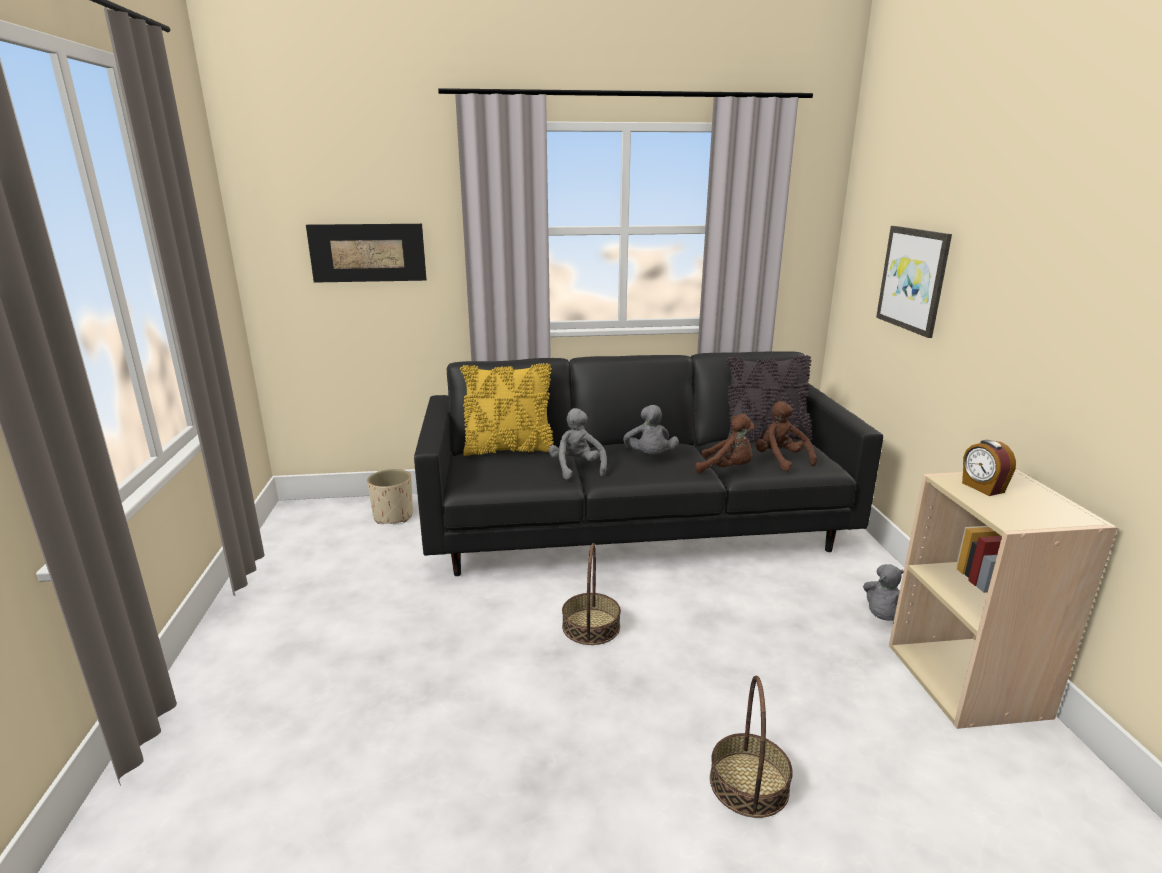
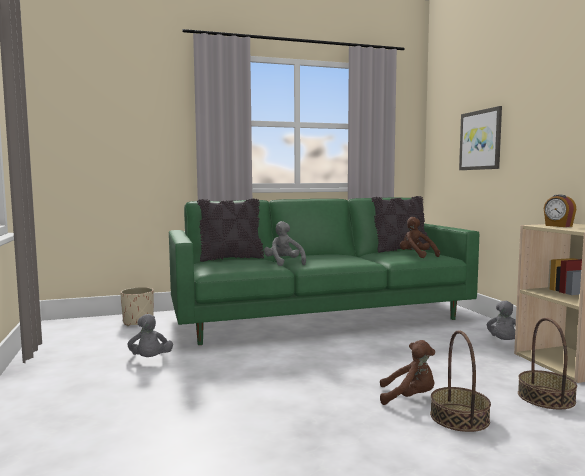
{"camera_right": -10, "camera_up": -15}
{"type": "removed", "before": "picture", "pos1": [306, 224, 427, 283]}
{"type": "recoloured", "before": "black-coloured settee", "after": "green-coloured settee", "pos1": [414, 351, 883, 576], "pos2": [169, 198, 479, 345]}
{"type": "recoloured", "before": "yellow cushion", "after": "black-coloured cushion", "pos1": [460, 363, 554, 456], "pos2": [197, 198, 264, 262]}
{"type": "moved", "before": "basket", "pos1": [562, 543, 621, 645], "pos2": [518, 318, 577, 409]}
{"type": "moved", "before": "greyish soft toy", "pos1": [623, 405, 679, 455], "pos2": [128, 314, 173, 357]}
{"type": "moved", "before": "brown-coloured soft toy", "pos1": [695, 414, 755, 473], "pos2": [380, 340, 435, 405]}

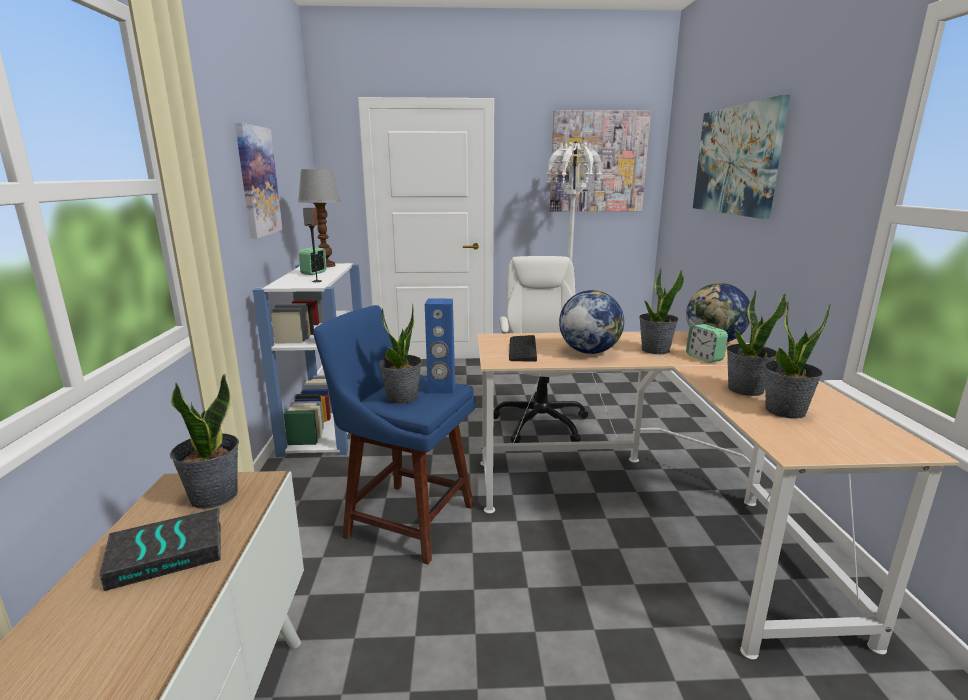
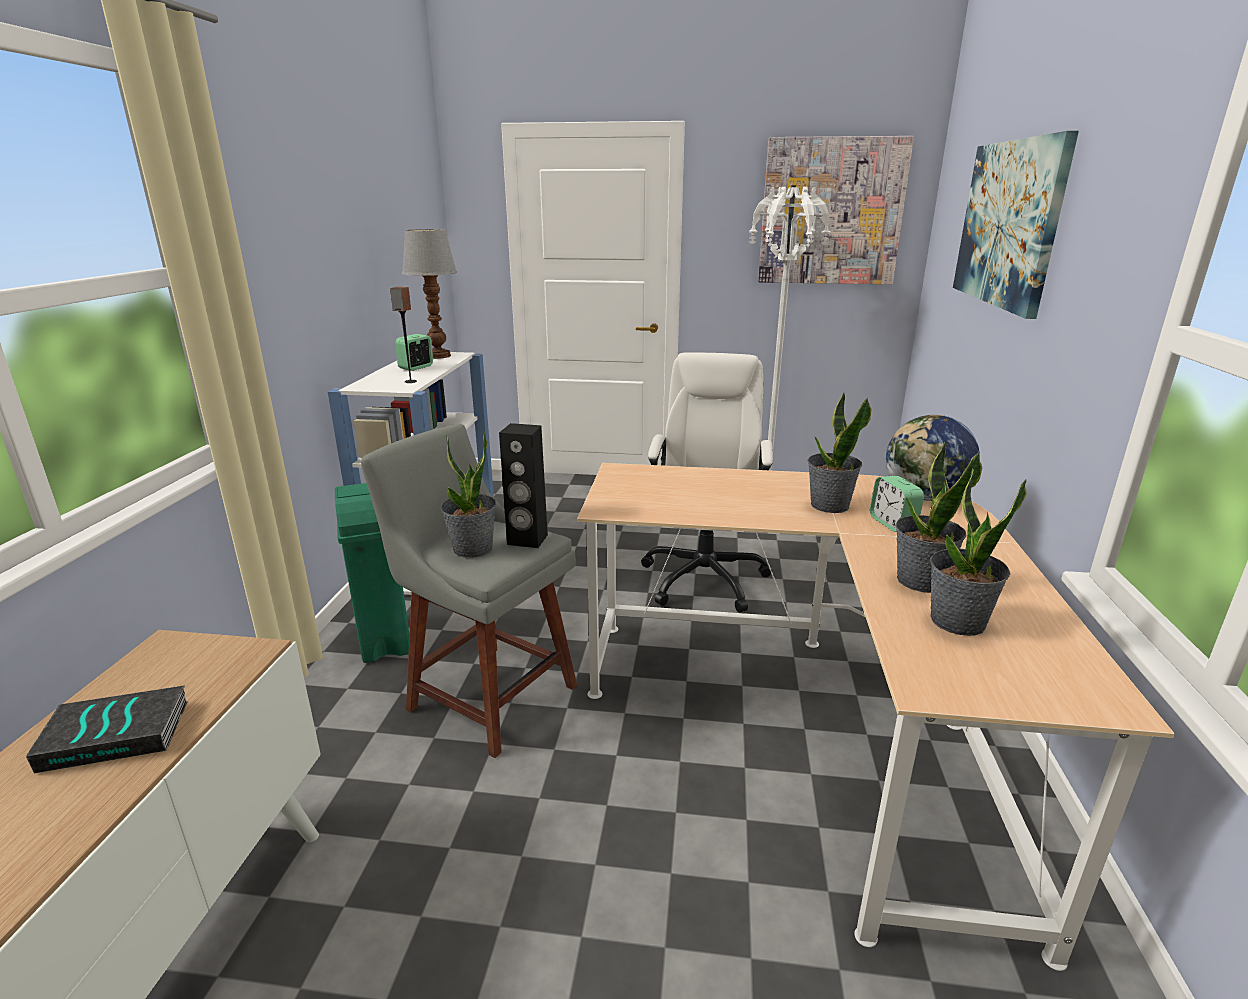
{"camera_right": 10, "camera_up": 5}
{"type": "removed", "before": "plant in a pot", "pos1": [170, 373, 239, 509]}
{"type": "removed", "before": "picture", "pos1": [235, 122, 283, 238]}
{"type": "recoloured", "before": "bluish stool", "after": "greyish stool", "pos1": [313, 305, 476, 565], "pos2": [361, 424, 577, 758]}
{"type": "recoloured", "before": "bluish audio speaker", "after": "black-coloured audio speaker", "pos1": [425, 298, 455, 394], "pos2": [499, 423, 548, 548]}
{"type": "removed", "before": "PC keyboard", "pos1": [509, 335, 537, 362]}
{"type": "removed", "before": "desk globe", "pos1": [559, 290, 624, 354]}
{"type": "added", "after": "green-coloured rubbish bin", "pos2": [335, 483, 409, 663]}

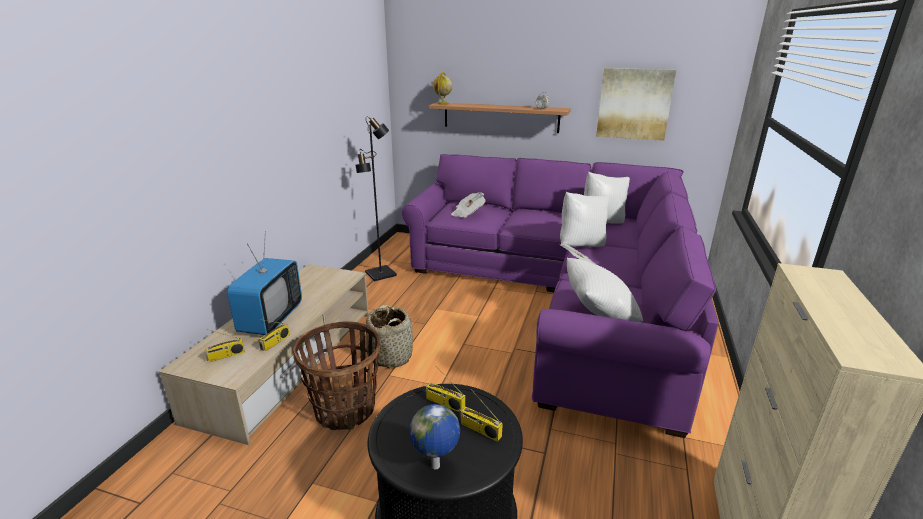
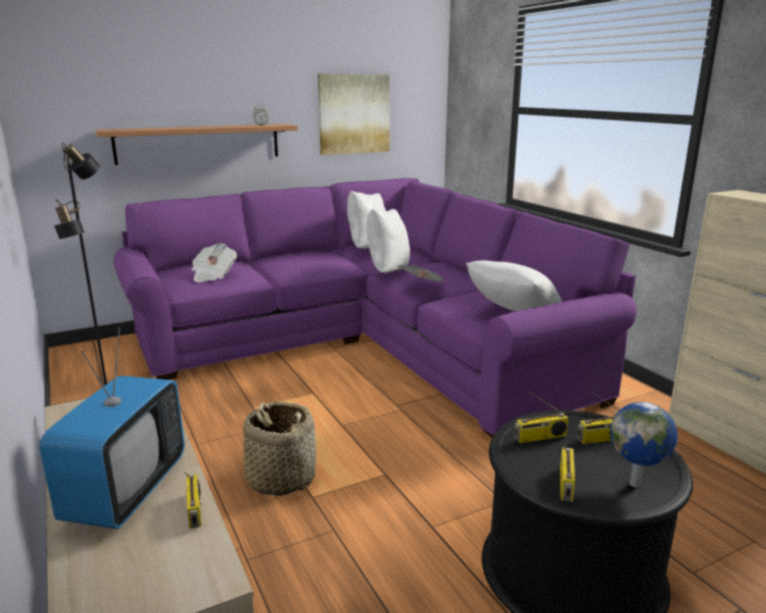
{"camera_right": -45, "camera_up": -5}
{"type": "moved", "before": "radio receiver", "pos1": [204, 329, 245, 362], "pos2": [560, 442, 575, 502]}
{"type": "turned", "before": "TV", "pos1": [227, 231, 302, 335], "pos2": [39, 327, 185, 529], "turn": 45}
{"type": "removed", "before": "basket", "pos1": [293, 321, 380, 430]}
{"type": "removed", "before": "desk globe", "pos1": [433, 72, 453, 105]}

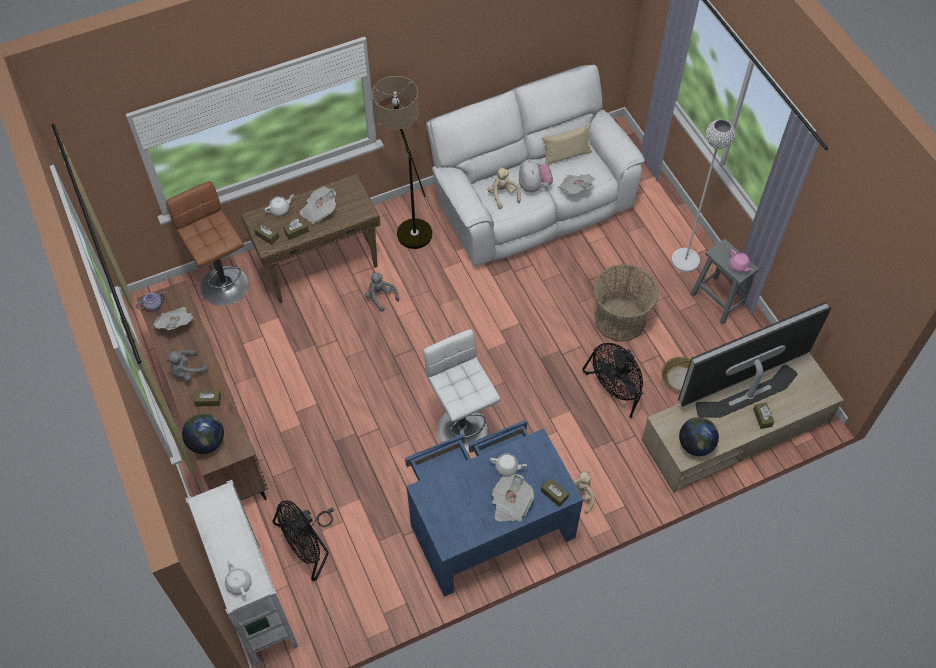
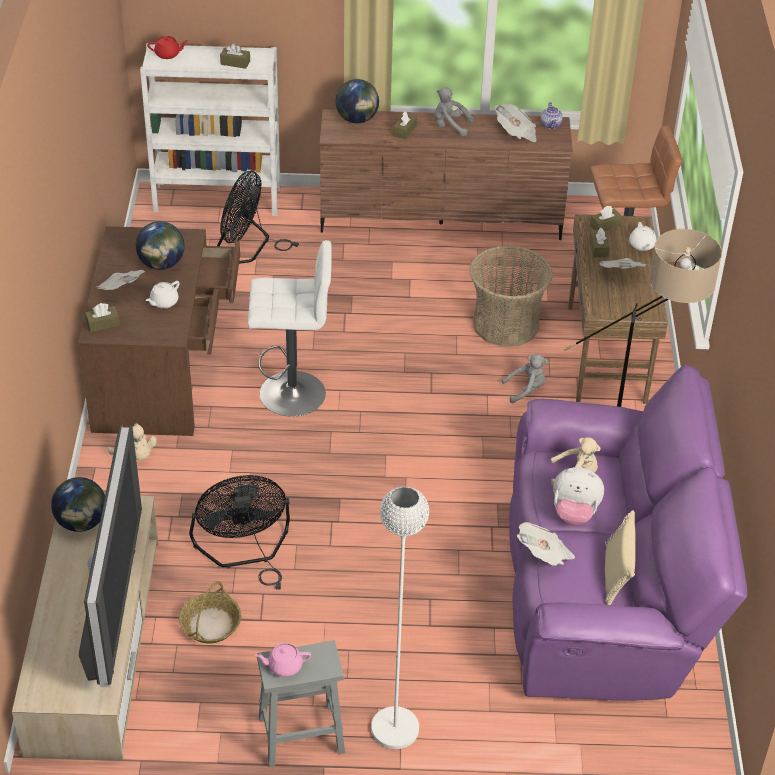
{"camera_right": 115, "camera_up": -15}
{"type": "turned", "before": "greyish soft toy", "pos1": [166, 350, 209, 382], "pos2": [434, 87, 474, 136], "turn": -60}
{"type": "recoloured", "before": "white-coloured pot for tea", "after": "red-coloured pot for tea", "pos1": [225, 559, 251, 597], "pos2": [147, 36, 188, 59]}
{"type": "turned", "before": "black-coloured fan", "pos1": [272, 501, 335, 581], "pos2": [217, 171, 299, 264], "turn": -60}
{"type": "recoloured", "before": "bluish desk table", "after": "brown-coloured desk table", "pos1": [405, 420, 584, 597], "pos2": [78, 226, 240, 436]}
{"type": "recoloured", "before": "white-coloured settee", "after": "purple settee", "pos1": [426, 65, 644, 267], "pos2": [509, 364, 747, 701]}
{"type": "moved", "before": "basket", "pos1": [594, 264, 659, 341], "pos2": [469, 245, 553, 347]}
{"type": "moved", "before": "brown-coloured box of tissues", "pos1": [753, 402, 774, 429], "pos2": [220, 44, 250, 69]}
{"type": "added", "after": "desk globe", "pos2": [136, 221, 185, 270]}

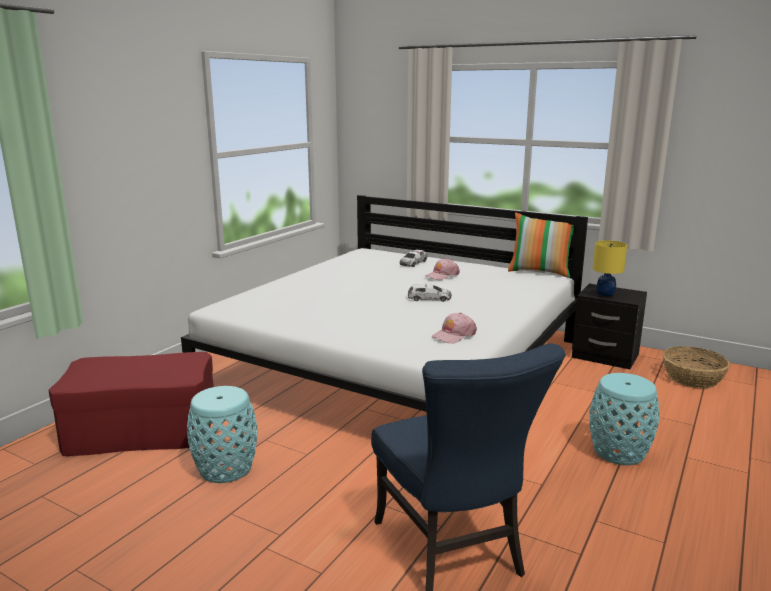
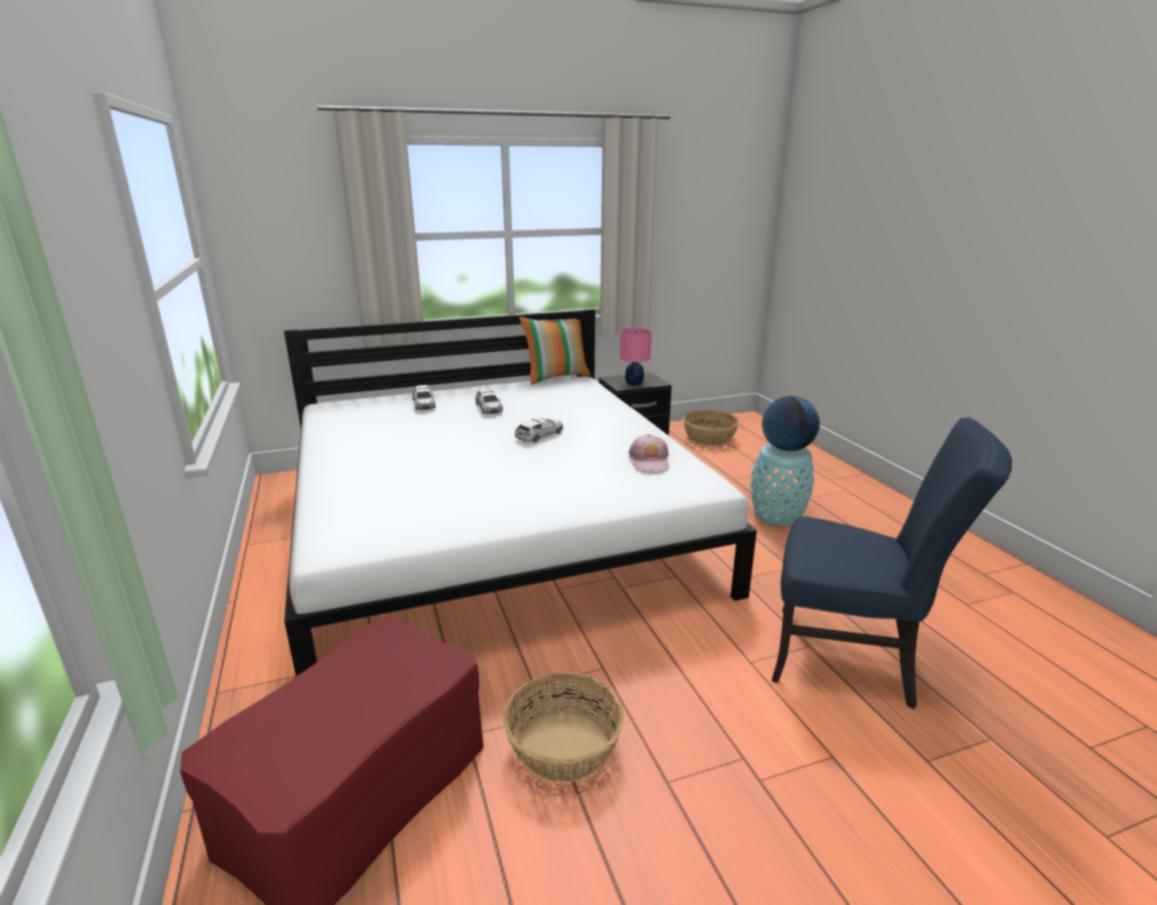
{"camera_right": -50, "camera_up": 5}
{"type": "replaced", "before": "blue-green stool", "after": "basket", "pos1": [187, 386, 257, 483], "pos2": [503, 672, 624, 782]}
{"type": "replaced", "before": "pink baseball cap", "after": "miniature car", "pos1": [425, 258, 460, 280], "pos2": [476, 388, 503, 414]}
{"type": "recoloured", "before": "yellow table lamp", "after": "pink table lamp", "pos1": [593, 240, 627, 297], "pos2": [620, 328, 652, 386]}
{"type": "added", "after": "desk globe", "pos2": [762, 396, 820, 451]}

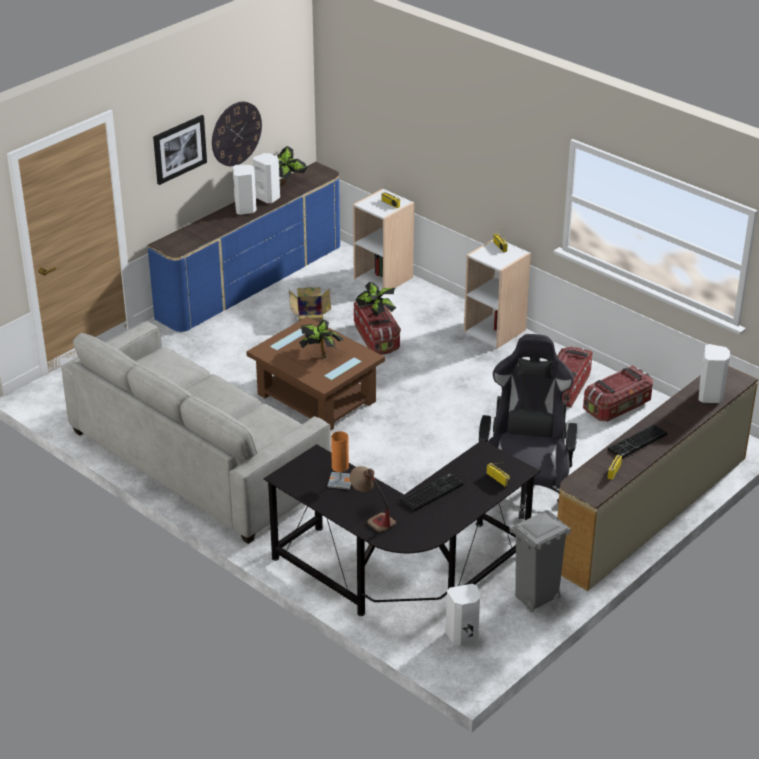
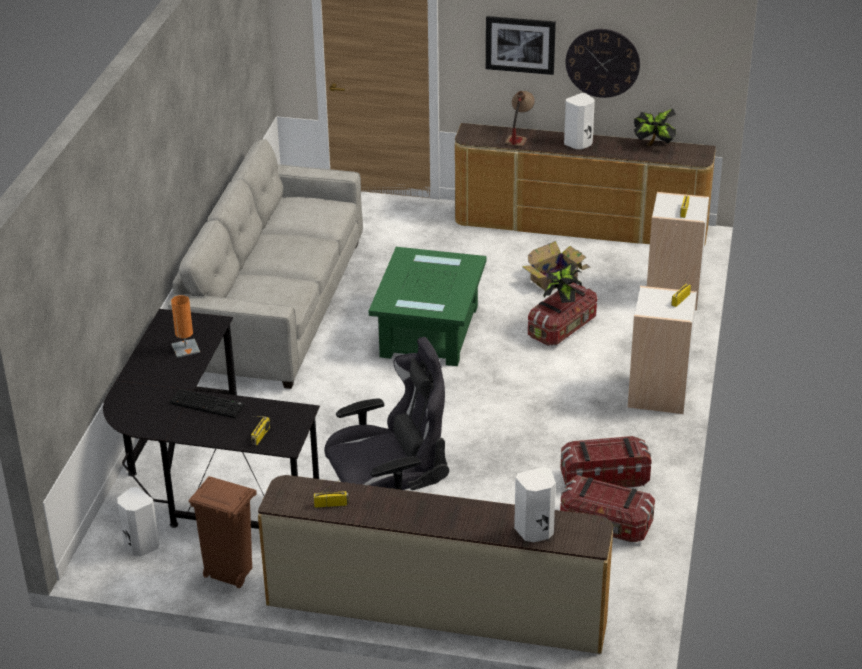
{"camera_right": 60, "camera_up": 0}
{"type": "recoloured", "before": "bluish storage cabinet", "after": "brown-coloured storage cabinet", "pos1": [148, 162, 340, 332], "pos2": [455, 123, 716, 246]}
{"type": "recoloured", "before": "brown-coloured low table", "after": "green-coloured low table", "pos1": [246, 317, 385, 430], "pos2": [369, 247, 487, 366]}
{"type": "removed", "before": "white-coloured audio speaker", "pos1": [253, 153, 280, 203]}
{"type": "removed", "before": "plant in a pot", "pos1": [299, 319, 344, 359]}
{"type": "moved", "before": "table lamp", "pos1": [350, 466, 396, 533], "pos2": [505, 91, 535, 147]}
{"type": "recoloured", "before": "greyish rubbish bin", "after": "brown-coloured rubbish bin", "pos1": [509, 510, 571, 612], "pos2": [189, 477, 257, 588]}
{"type": "removed", "before": "PC keyboard", "pos1": [608, 424, 667, 458]}

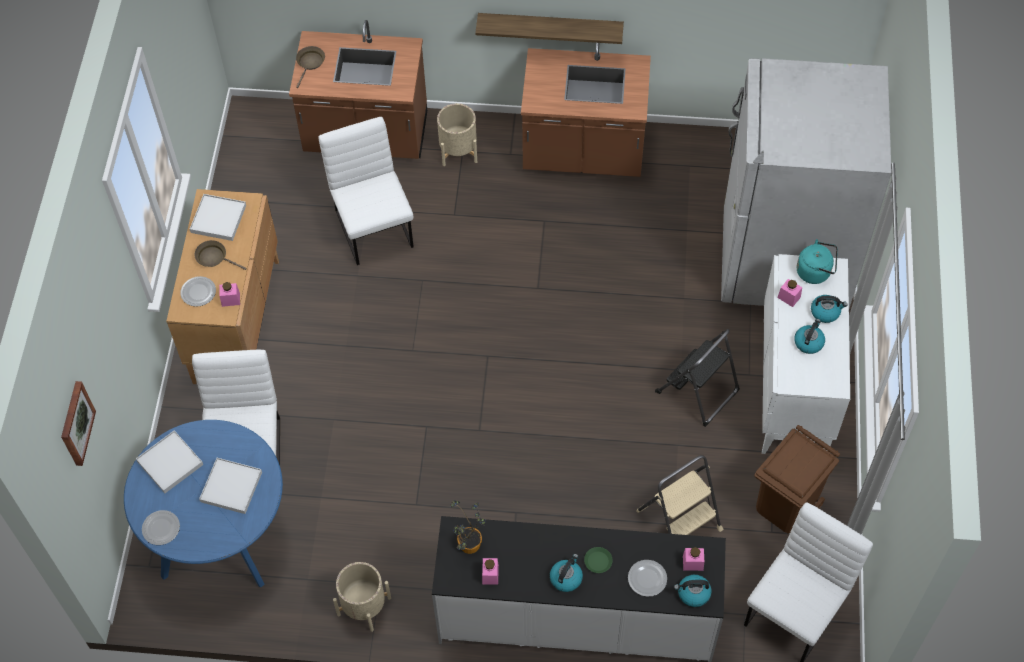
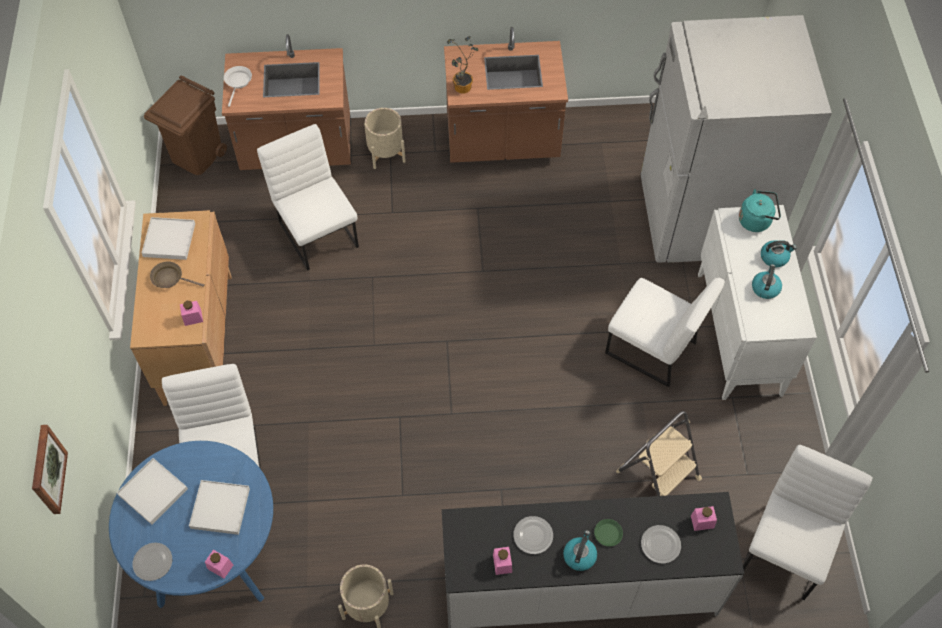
{"camera_right": -10, "camera_up": 0}
{"type": "moved", "before": "flat dish", "pos1": [180, 276, 216, 307], "pos2": [514, 516, 553, 554]}
{"type": "recoloured", "before": "brown-coloured skillet", "after": "white-coloured skillet", "pos1": [296, 46, 325, 88], "pos2": [224, 66, 252, 107]}
{"type": "moved", "before": "plant in a pot", "pos1": [450, 500, 486, 554], "pos2": [447, 36, 479, 94]}
{"type": "removed", "before": "wall shelf", "pos1": [475, 13, 624, 44]}
{"type": "replaced", "before": "black-coloured stepladder", "after": "white-coloured upright chair", "pos1": [655, 329, 740, 427], "pos2": [605, 278, 725, 387]}
{"type": "removed", "before": "water kettle", "pos1": [674, 575, 711, 607]}
{"type": "moved", "before": "brown-coloured rubbish bin", "pos1": [754, 425, 840, 534], "pos2": [144, 75, 227, 175]}
{"type": "moved", "before": "pink jar", "pos1": [777, 279, 802, 307], "pos2": [205, 550, 233, 578]}

